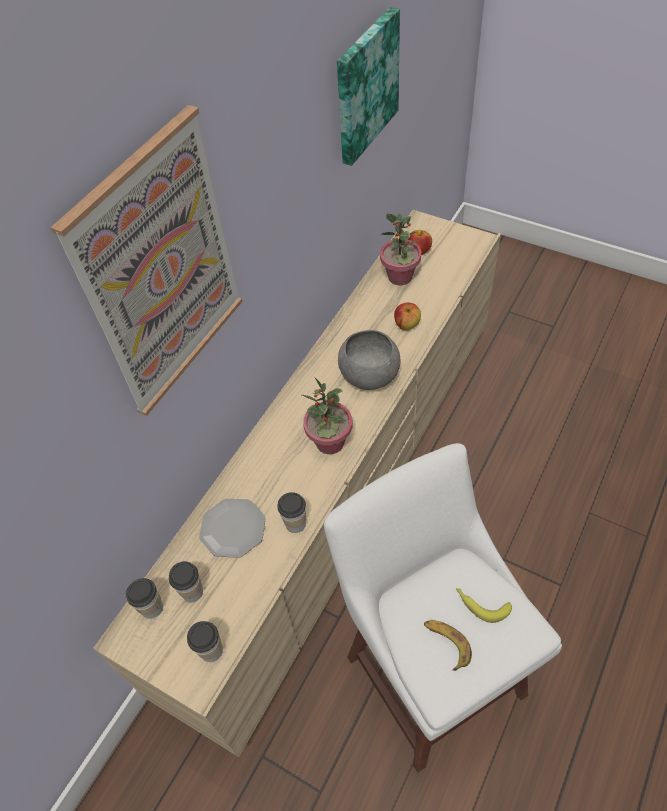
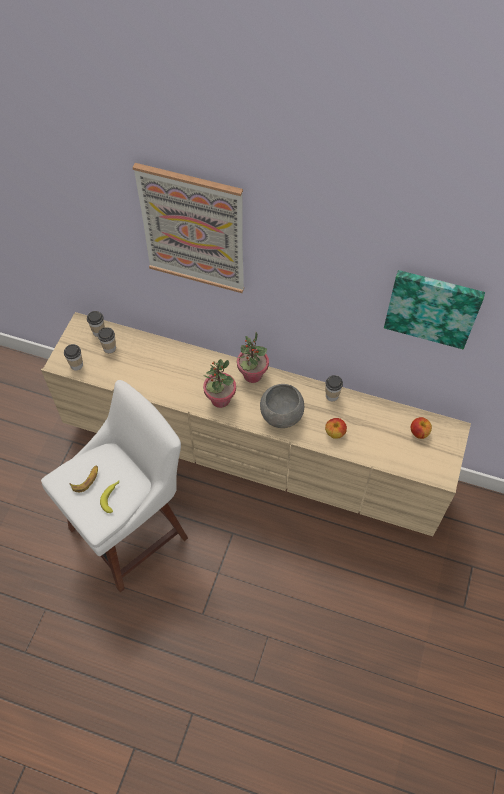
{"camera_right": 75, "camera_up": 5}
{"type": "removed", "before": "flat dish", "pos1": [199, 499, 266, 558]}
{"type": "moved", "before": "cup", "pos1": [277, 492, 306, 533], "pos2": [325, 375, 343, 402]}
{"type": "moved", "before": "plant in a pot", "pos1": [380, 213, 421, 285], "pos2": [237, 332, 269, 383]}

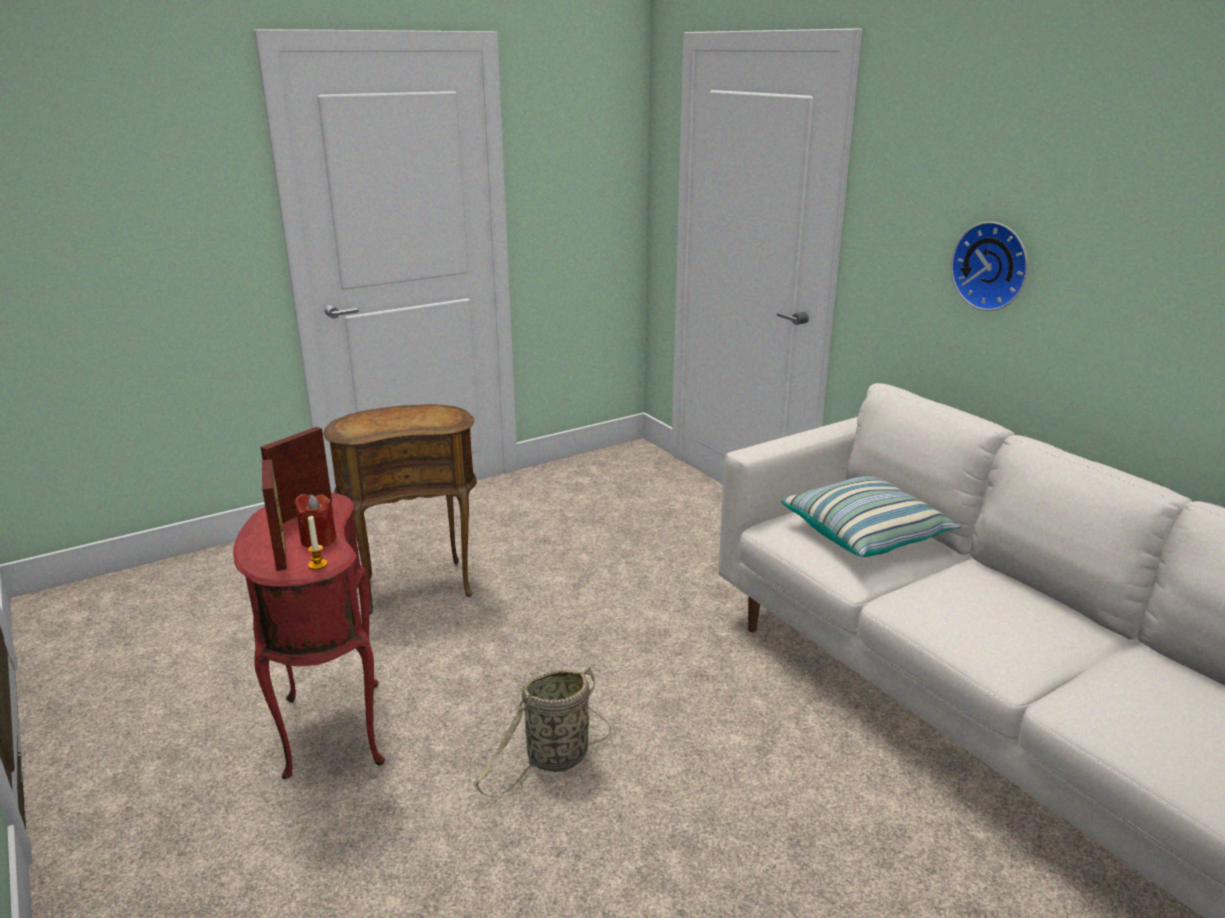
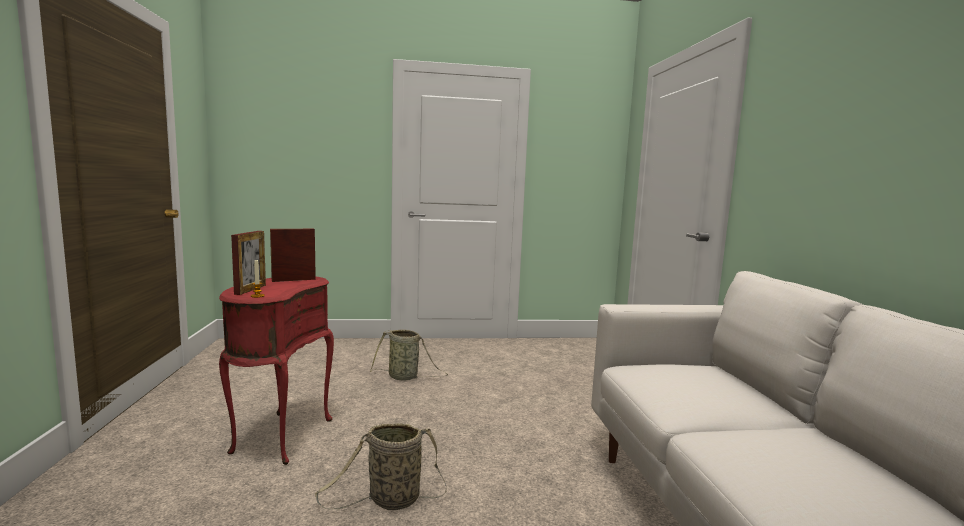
{"camera_right": 25, "camera_up": -15}
{"type": "removed", "before": "red-coloured wax candle", "pos1": [294, 494, 336, 548]}
{"type": "replaced", "before": "brown-coloured end table", "after": "basket", "pos1": [323, 404, 477, 614], "pos2": [370, 330, 448, 381]}
{"type": "removed", "before": "cushion", "pos1": [781, 476, 961, 557]}
{"type": "removed", "before": "clock on the wall", "pos1": [951, 222, 1028, 311]}

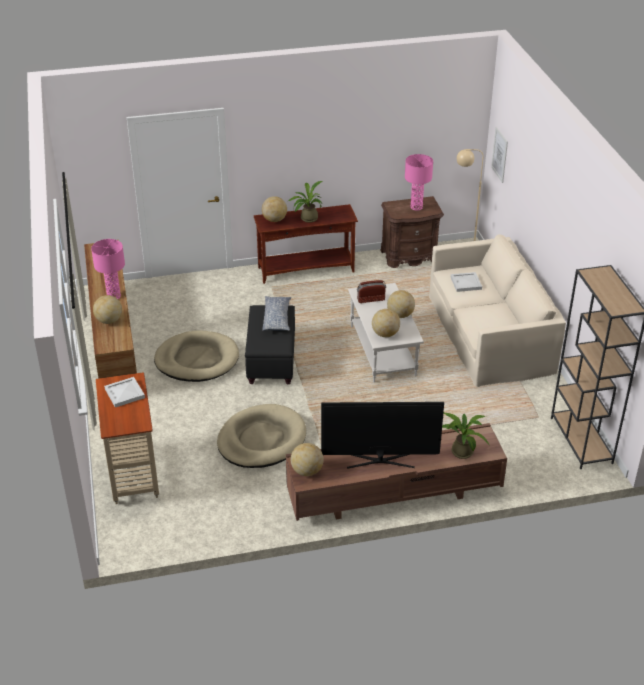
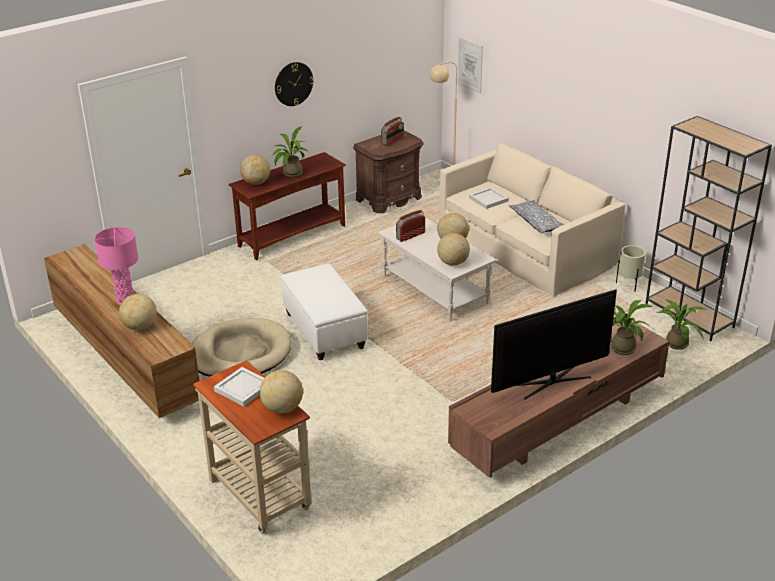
{"camera_right": -25, "camera_up": -5}
{"type": "removed", "before": "beige-coloured pet bed", "pos1": [217, 404, 306, 468]}
{"type": "recoloured", "before": "black-coloured ottoman", "after": "white-coloured ottoman", "pos1": [245, 305, 295, 384], "pos2": [281, 264, 368, 360]}
{"type": "moved", "before": "cushion", "pos1": [262, 296, 291, 331], "pos2": [509, 200, 564, 234]}
{"type": "moved", "before": "desk globe", "pos1": [291, 443, 324, 476], "pos2": [259, 370, 303, 414]}
{"type": "replaced", "before": "pink table lamp", "after": "radio receiver", "pos1": [405, 154, 433, 211], "pos2": [381, 117, 404, 146]}
{"type": "added", "after": "clock on the wall", "pos2": [275, 62, 314, 106]}
{"type": "added", "after": "beige-coloured planter", "pos2": [616, 245, 646, 292]}
{"type": "added", "after": "plant in a pot", "pos2": [656, 299, 706, 350]}

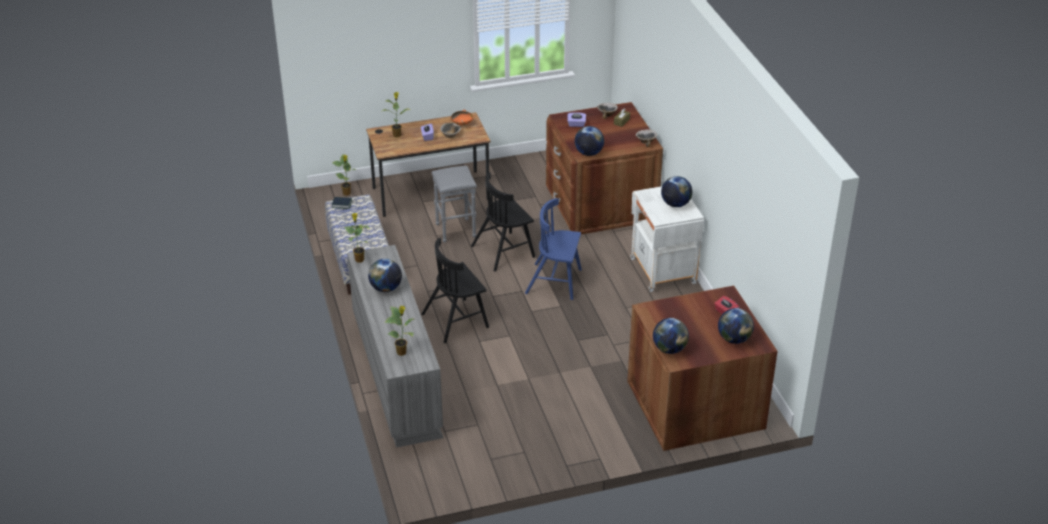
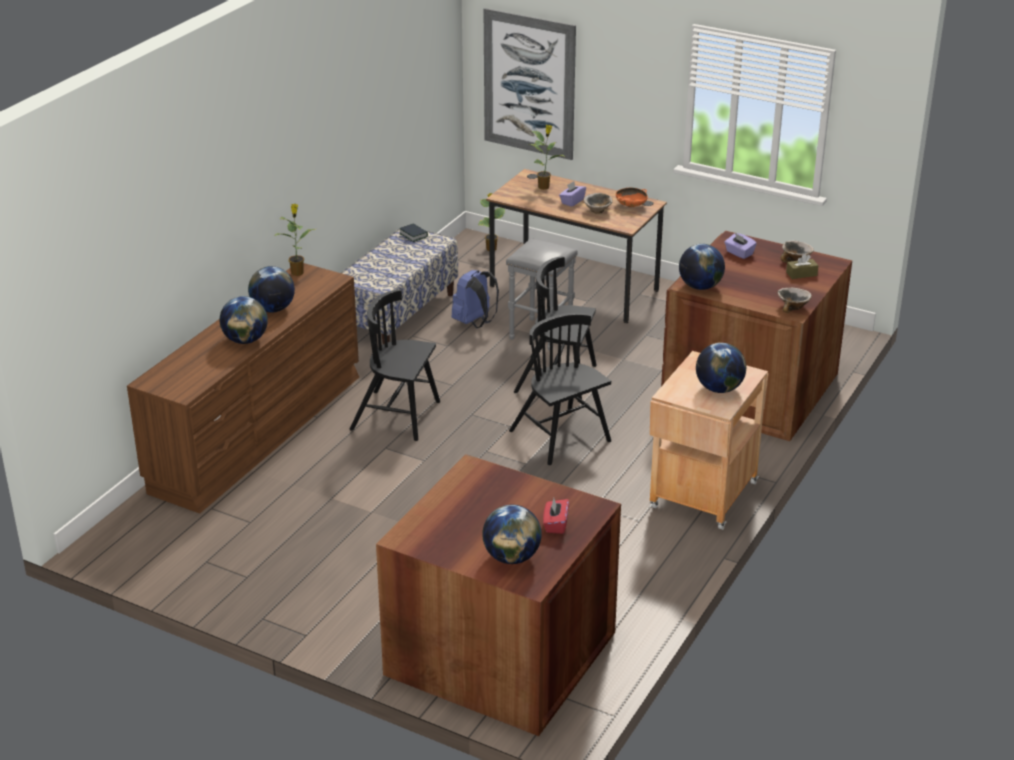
{"camera_right": 45, "camera_up": -5}
{"type": "recoloured", "before": "greyish drawer chest", "after": "brown-coloured drawer chest", "pos1": [347, 245, 443, 448], "pos2": [127, 263, 359, 514]}
{"type": "removed", "before": "plant in a pot", "pos1": [385, 306, 414, 356]}
{"type": "recoloured", "before": "bluish upright chair", "after": "black-coloured upright chair", "pos1": [525, 198, 582, 300], "pos2": [509, 313, 611, 465]}
{"type": "recoloured", "before": "white-coloured cart", "after": "brown-coloured cart", "pos1": [630, 186, 704, 292], "pos2": [650, 351, 769, 530]}
{"type": "moved", "before": "desk globe", "pos1": [653, 318, 689, 354], "pos2": [220, 296, 268, 344]}
{"type": "added", "after": "bluish knapsack", "pos2": [452, 270, 499, 328]}
{"type": "added", "after": "picture", "pos2": [484, 8, 576, 160]}

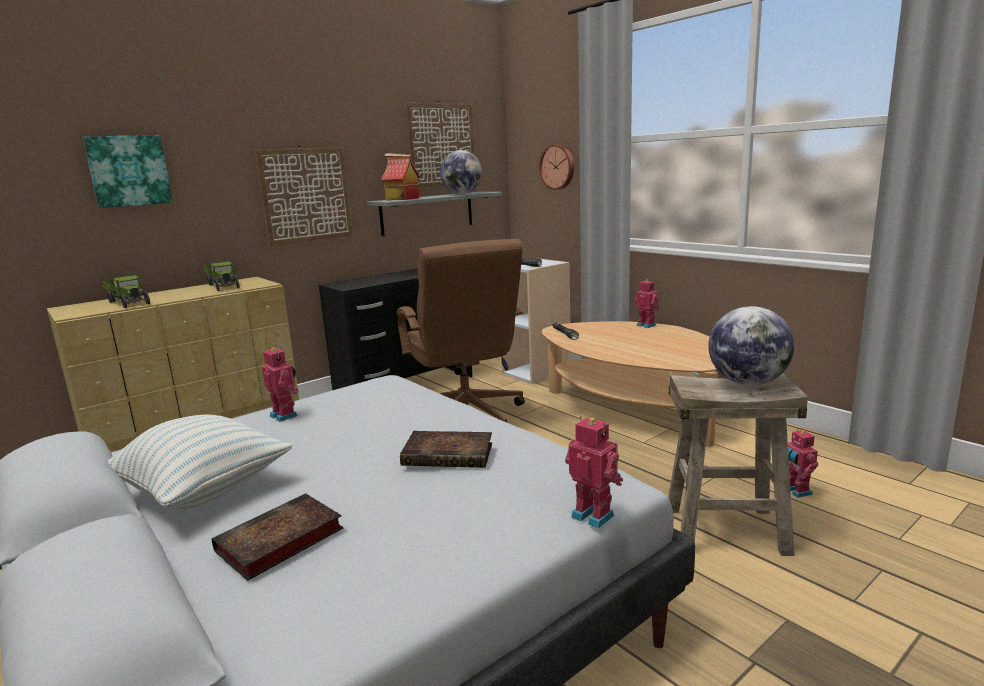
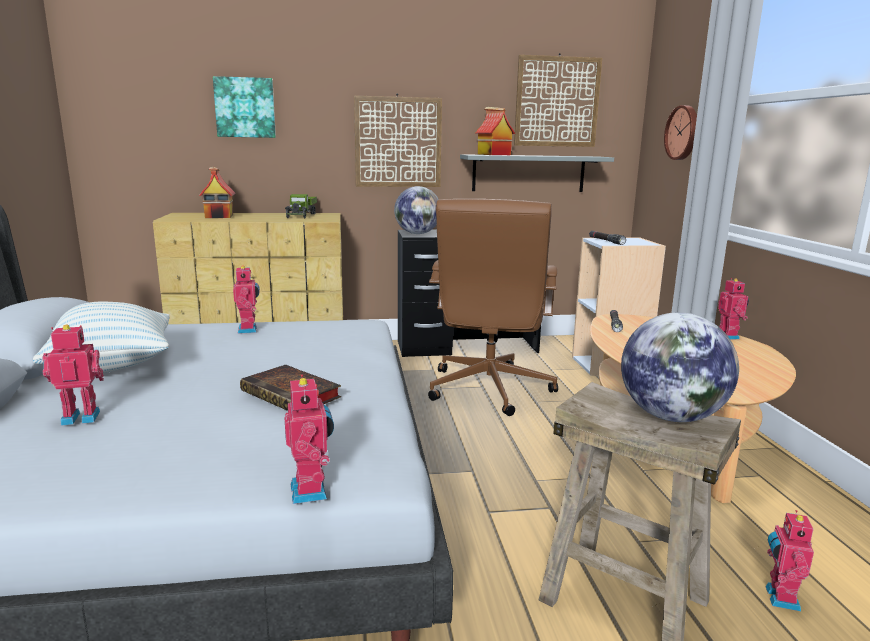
{"camera_right": 30, "camera_up": 0}
{"type": "replaced", "before": "toy truck", "after": "model house", "pos1": [102, 275, 150, 308], "pos2": [199, 167, 236, 218]}
{"type": "replaced", "before": "book", "after": "robot figure", "pos1": [212, 493, 343, 581], "pos2": [43, 325, 104, 426]}
{"type": "moved", "before": "desk globe", "pos1": [440, 150, 482, 194], "pos2": [394, 186, 438, 234]}

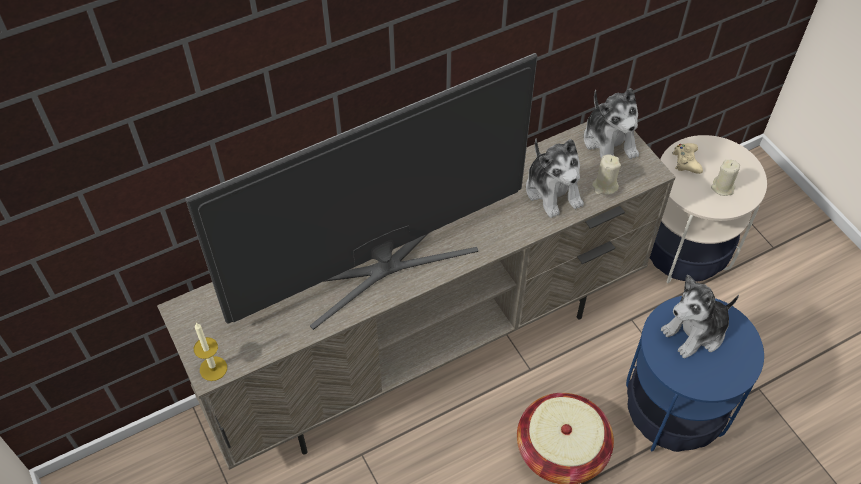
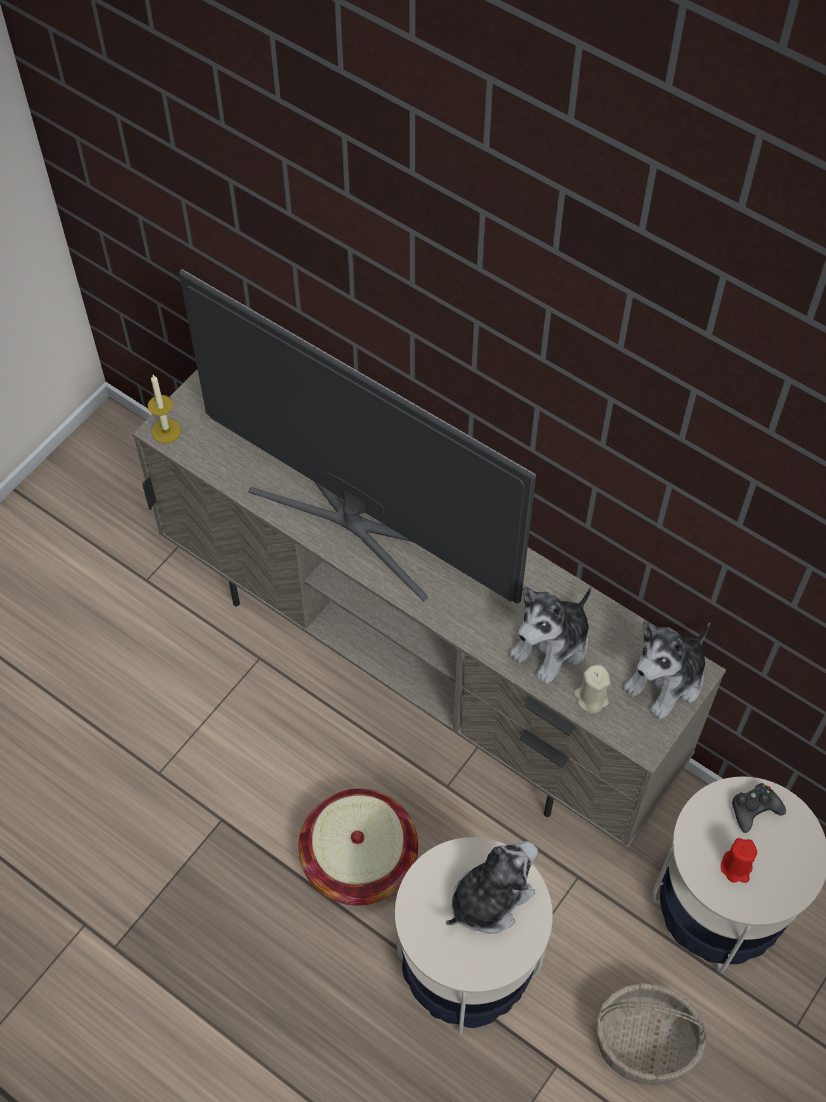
{"camera_right": 65, "camera_up": 5}
{"type": "recoloured", "before": "bluish end table", "after": "beige-coloured end table", "pos1": [626, 296, 764, 452], "pos2": [395, 837, 553, 1035]}
{"type": "turned", "before": "soft toy", "pos1": [661, 274, 739, 359], "pos2": [446, 841, 538, 934], "turn": 105}
{"type": "recoloured", "before": "beige-coloured game controller", "after": "black-coloured game controller", "pos1": [672, 143, 703, 174], "pos2": [732, 783, 786, 833]}
{"type": "recoloured", "before": "beige-coloured wax candle", "after": "red-coloured wax candle", "pos1": [711, 160, 740, 196], "pos2": [721, 838, 757, 883]}
{"type": "added", "after": "basket", "pos2": [597, 983, 707, 1085]}

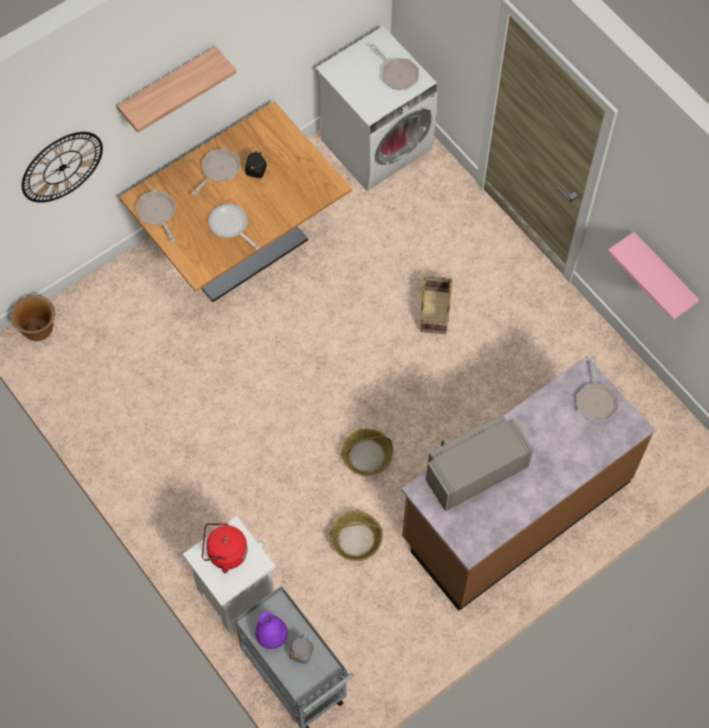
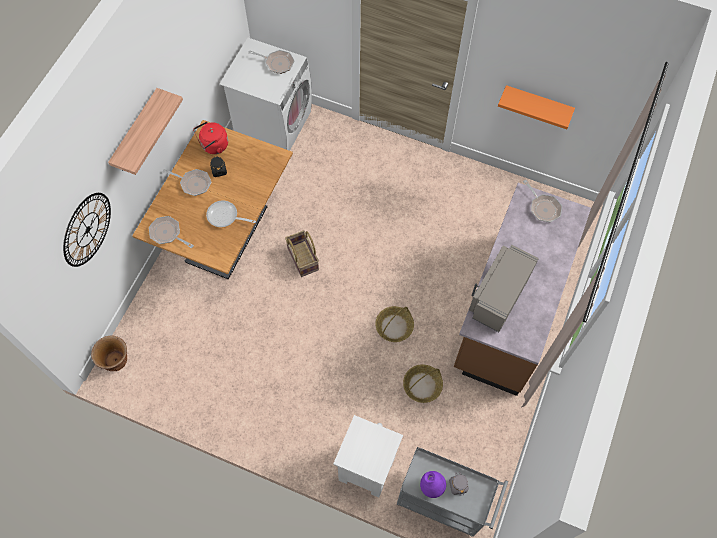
{"camera_right": -30, "camera_up": 0}
{"type": "turned", "before": "skillet", "pos1": [191, 148, 241, 196], "pos2": [163, 169, 211, 196], "turn": 105}
{"type": "moved", "before": "red-coloured water kettle", "pos1": [202, 523, 248, 573], "pos2": [193, 121, 228, 154]}
{"type": "moved", "before": "basket", "pos1": [420, 275, 452, 334], "pos2": [285, 231, 319, 277]}
{"type": "recoloured", "before": "pink wall shelf", "after": "orange-coloured wall shelf", "pos1": [608, 232, 699, 320], "pos2": [498, 85, 575, 129]}

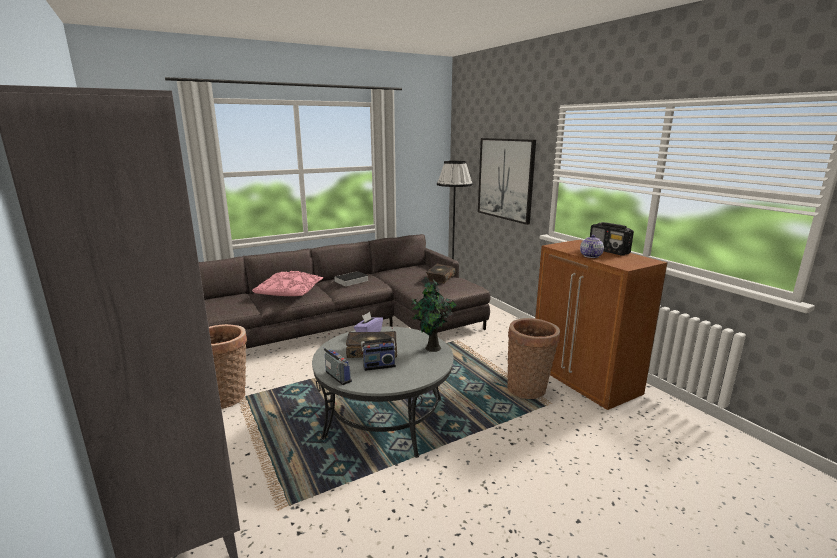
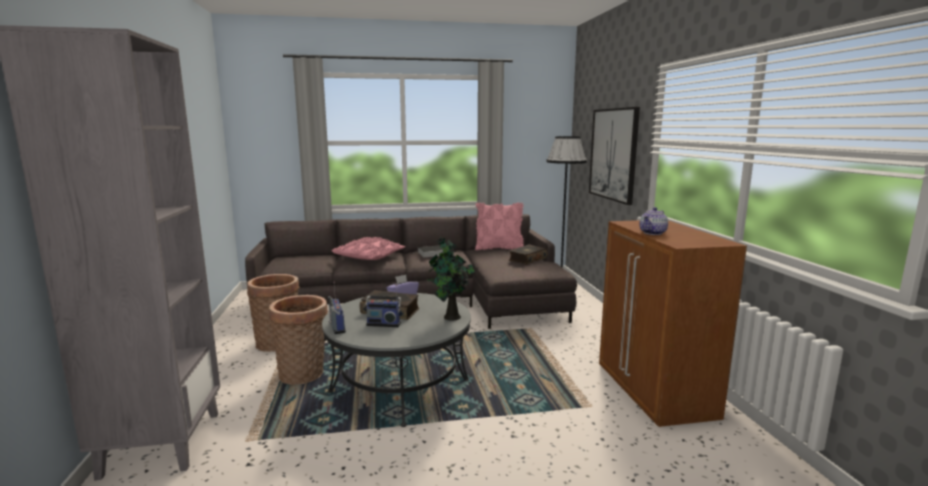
{"camera_right": 20, "camera_up": -5}
{"type": "moved", "before": "basket", "pos1": [507, 318, 560, 399], "pos2": [269, 295, 328, 385]}
{"type": "removed", "before": "radio receiver", "pos1": [590, 222, 634, 255]}
{"type": "added", "after": "pink cushion", "pos2": [475, 202, 524, 250]}

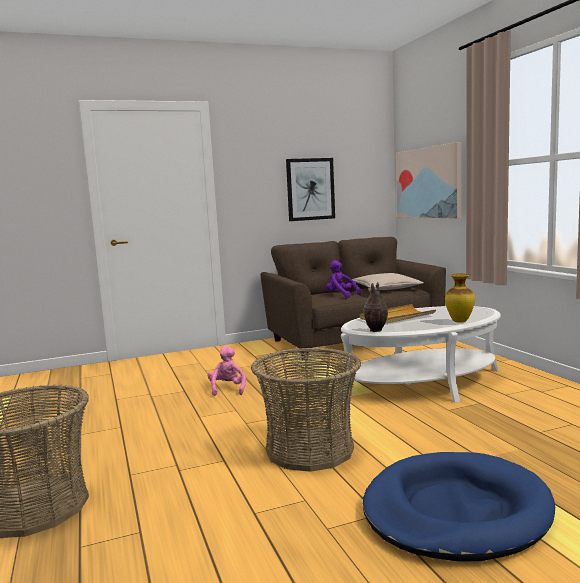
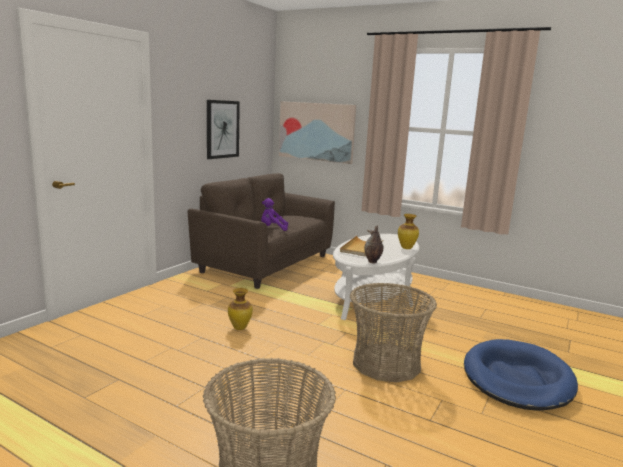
{"camera_right": -40, "camera_up": 5}
{"type": "replaced", "before": "pink soft toy", "after": "flower vase", "pos1": [208, 346, 246, 396], "pos2": [228, 288, 253, 330]}
{"type": "removed", "before": "beige-coloured cushion", "pos1": [352, 273, 424, 290]}

